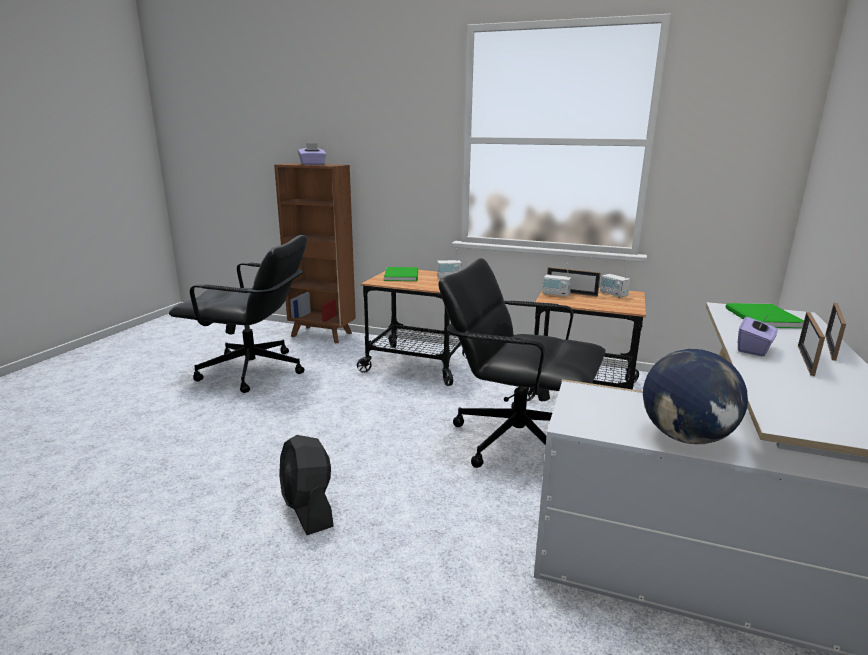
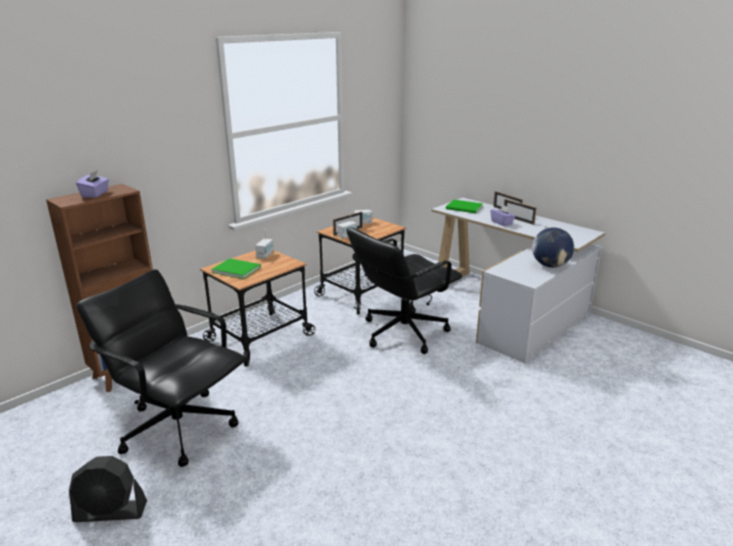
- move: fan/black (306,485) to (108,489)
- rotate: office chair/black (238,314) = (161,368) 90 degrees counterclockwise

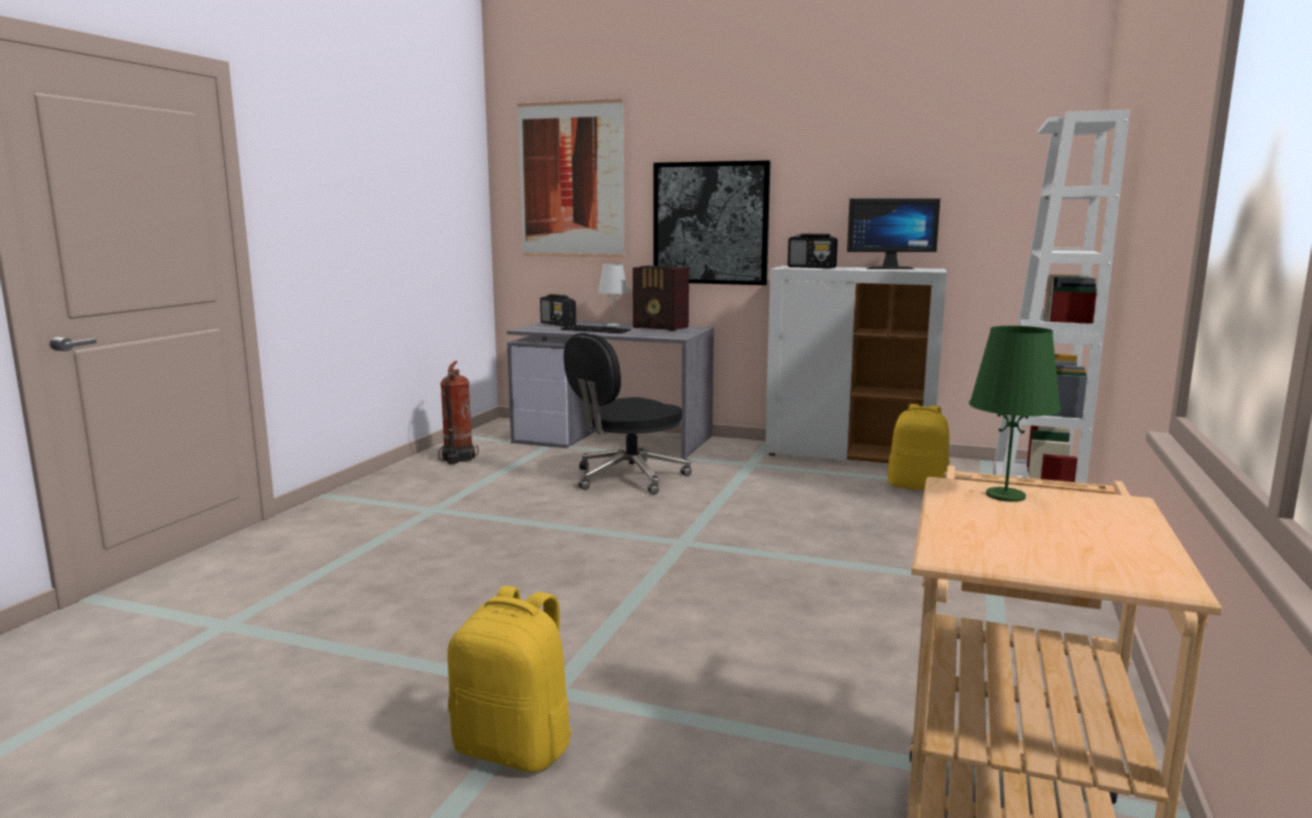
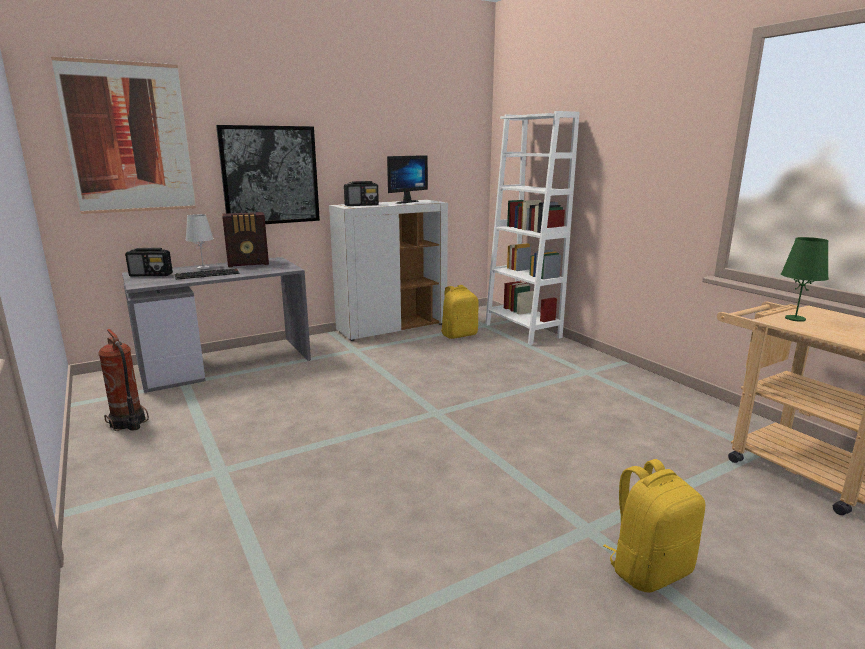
- delete: office chair/black (628,414)

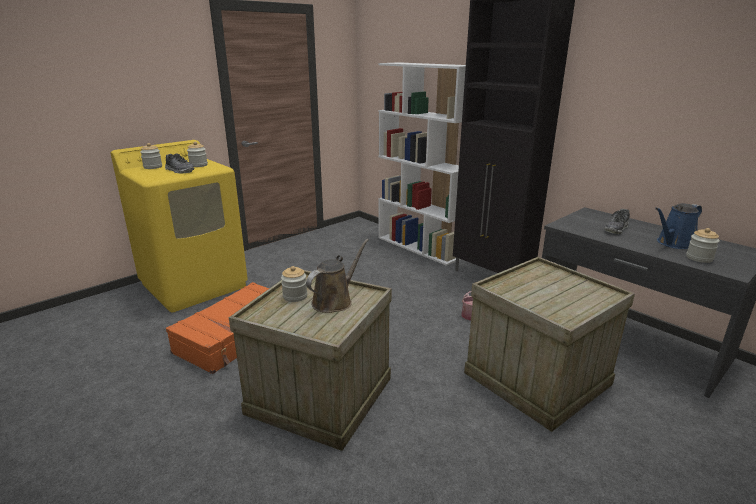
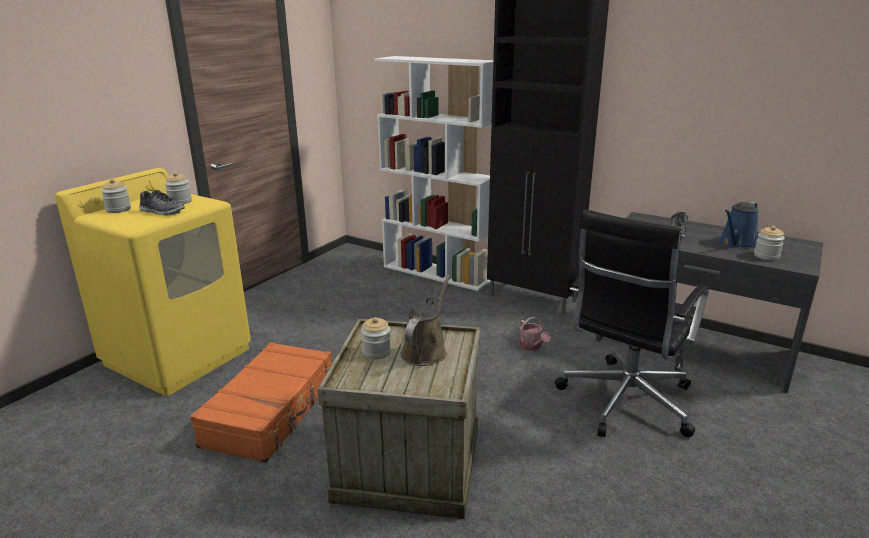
- replace: crate (549,344) to office chair/black (632,323)

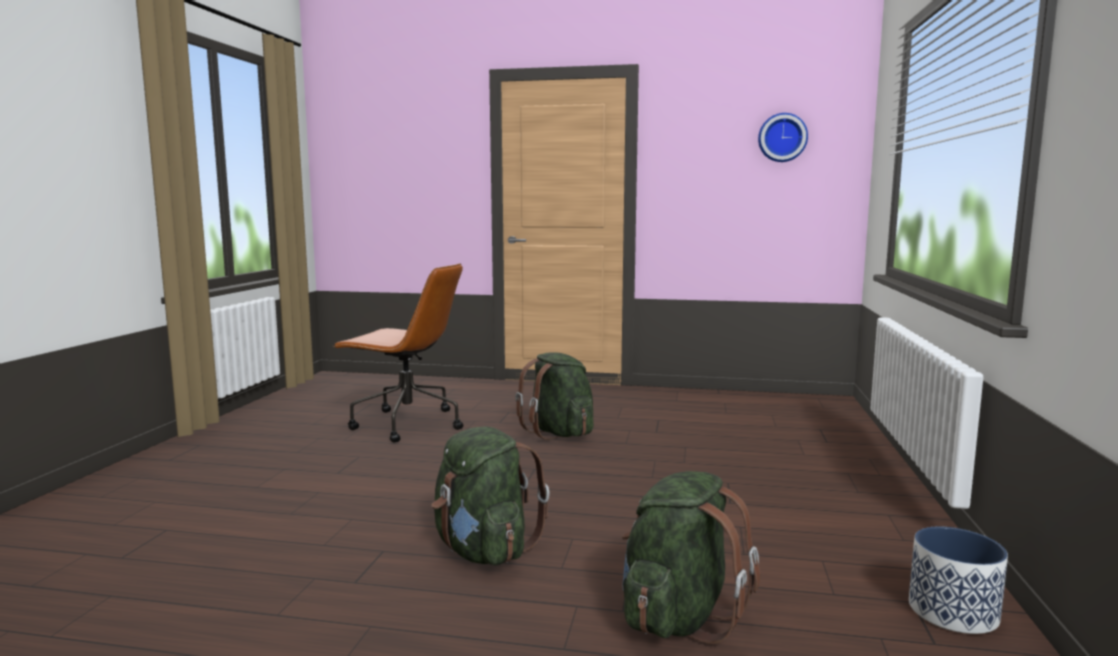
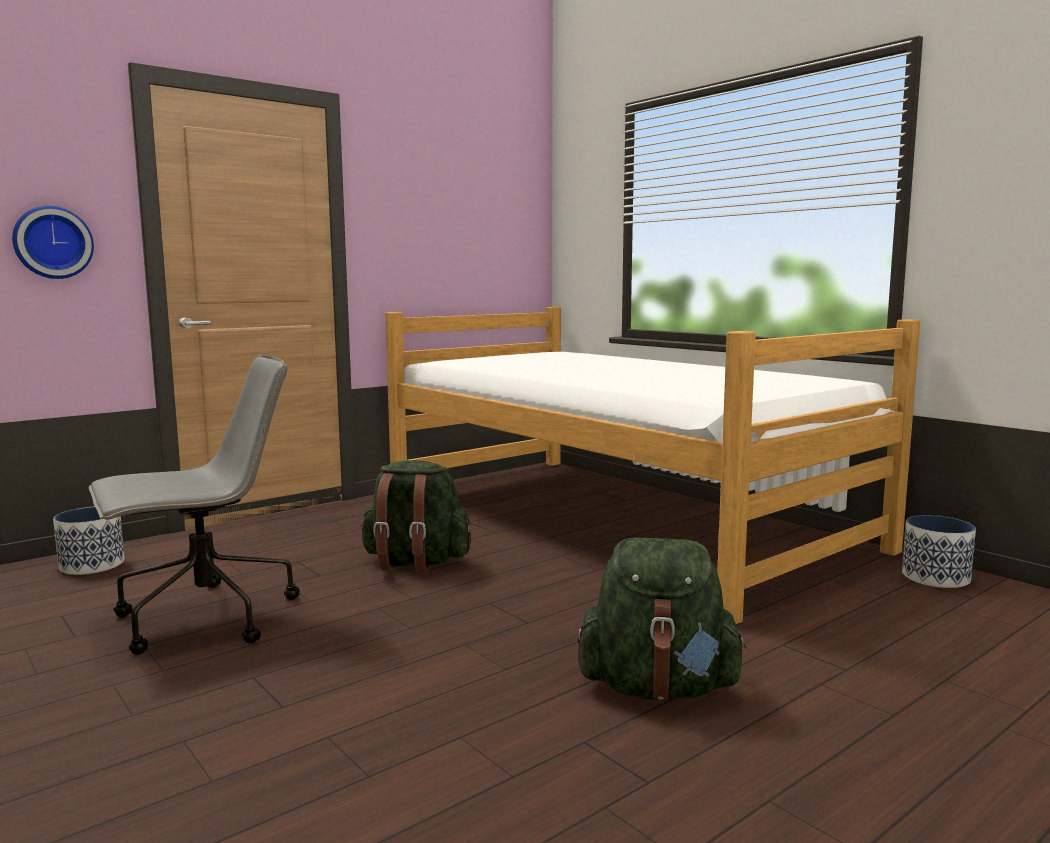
- delete: backpack/green (691,557)
- insert: planter (89,540)
- insert: bed (652,465)
- move: wall clock (783,137) to (53,242)
- recolor: office chair/brown (398,353) to office chair/grey (194,505)

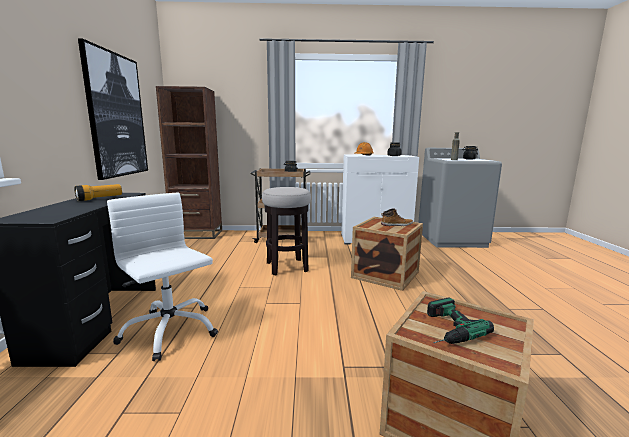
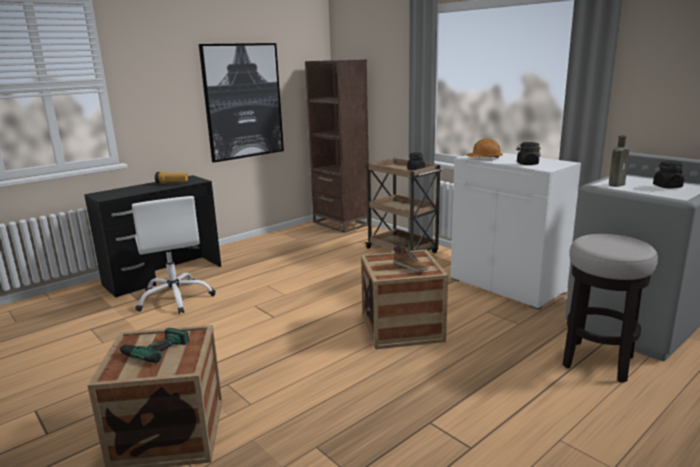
- move: stool (286,231) to (610,308)
- rotate: office chair/white (162,277) = (174,255) 150 degrees clockwise

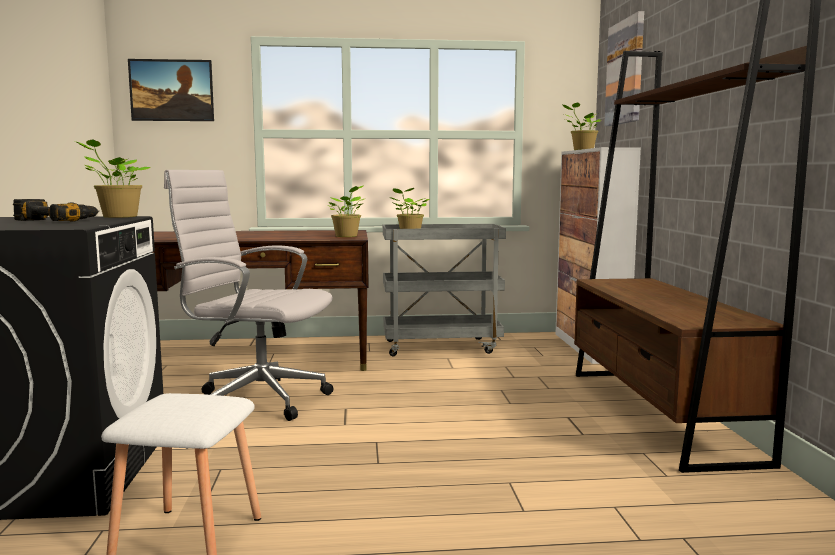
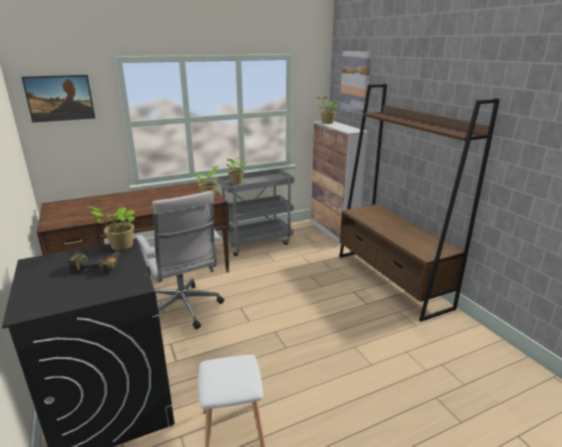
- rotate: office chair/white (248,295) = (179,259) 120 degrees counterclockwise

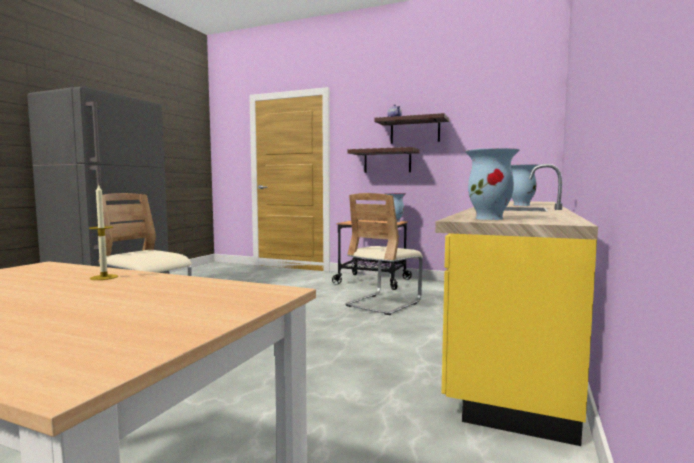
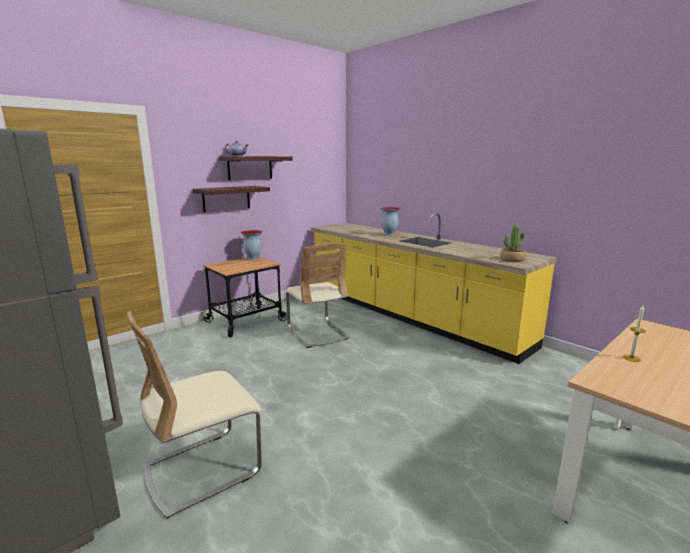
- replace: vase (492,184) to potted plant (513,243)

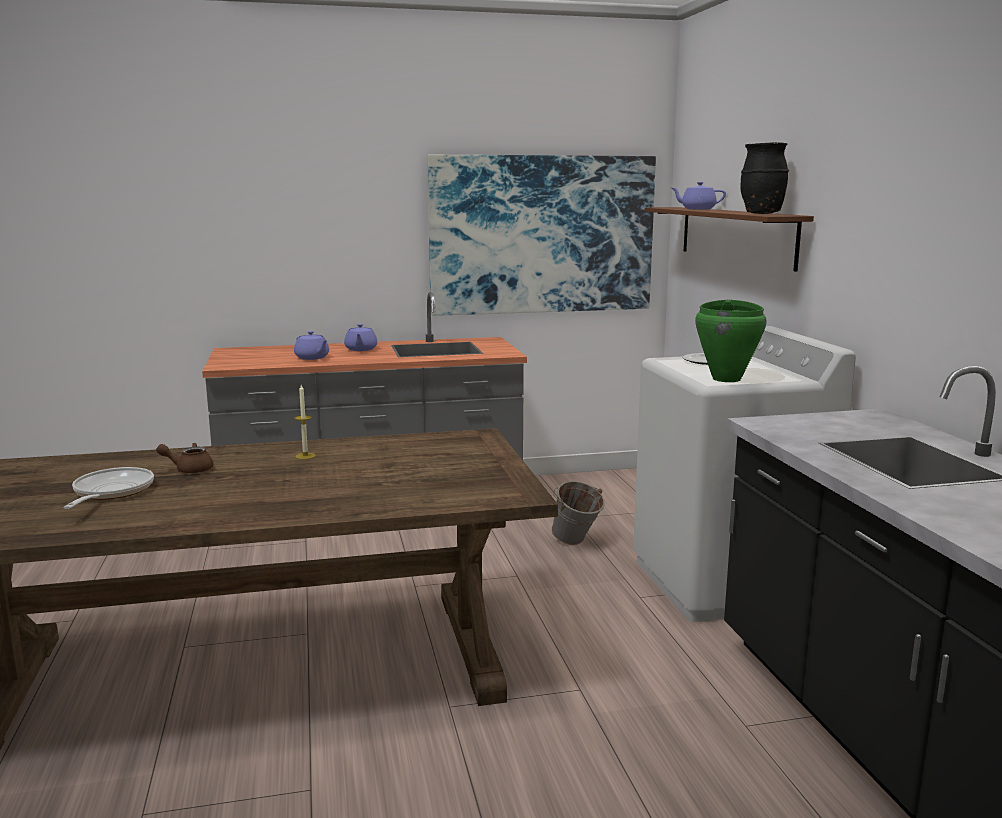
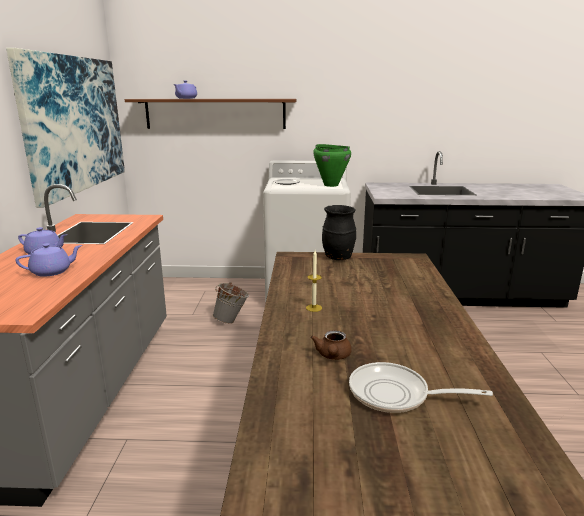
- move: vase/black (764,178) to (339,232)

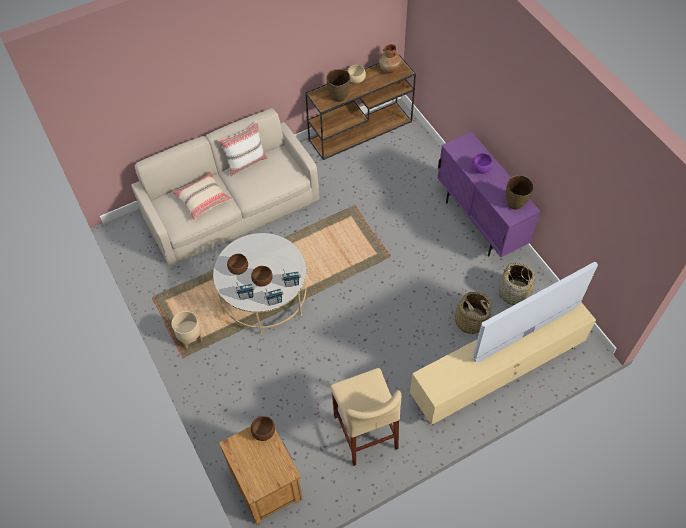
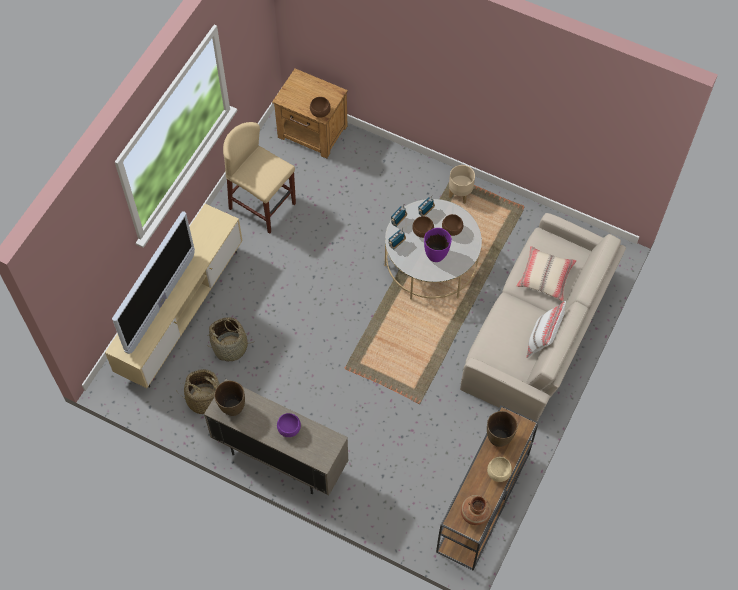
- insert: vase/purple (438,245)
- recolor: cabinet/purple (488,194) to cabinet/beige (276,437)

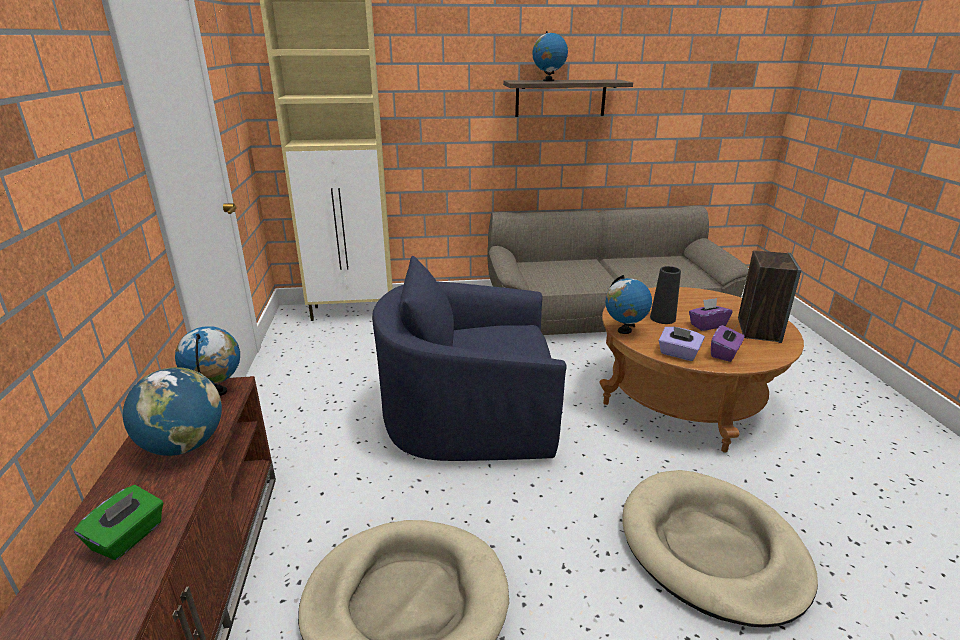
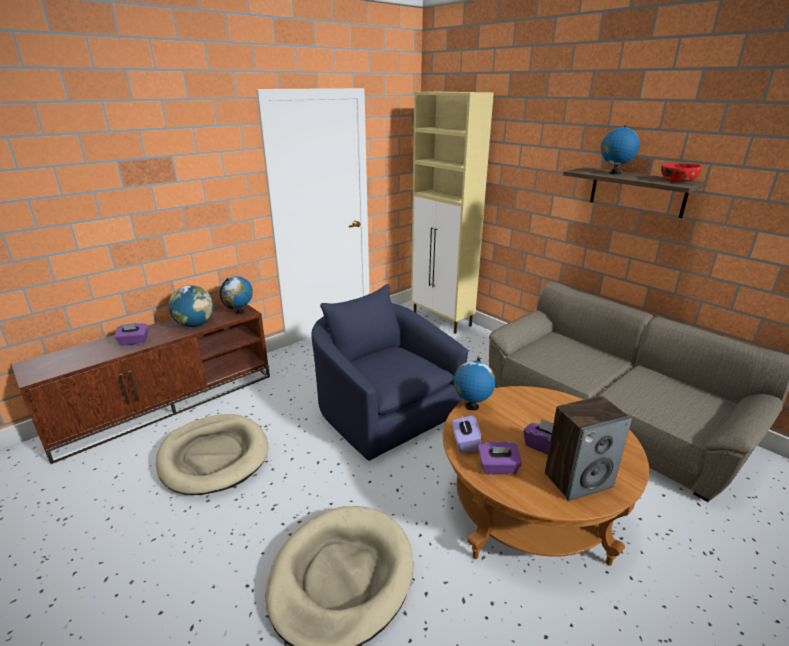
- delete: vase/black (665,295)
- insert: bowl/red (681,172)
- recolor: tissue box/green (118,522) to tissue box/purple (131,334)

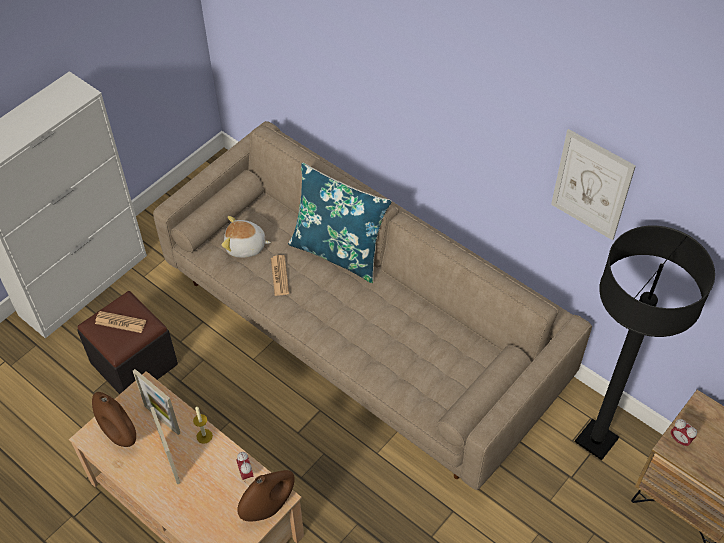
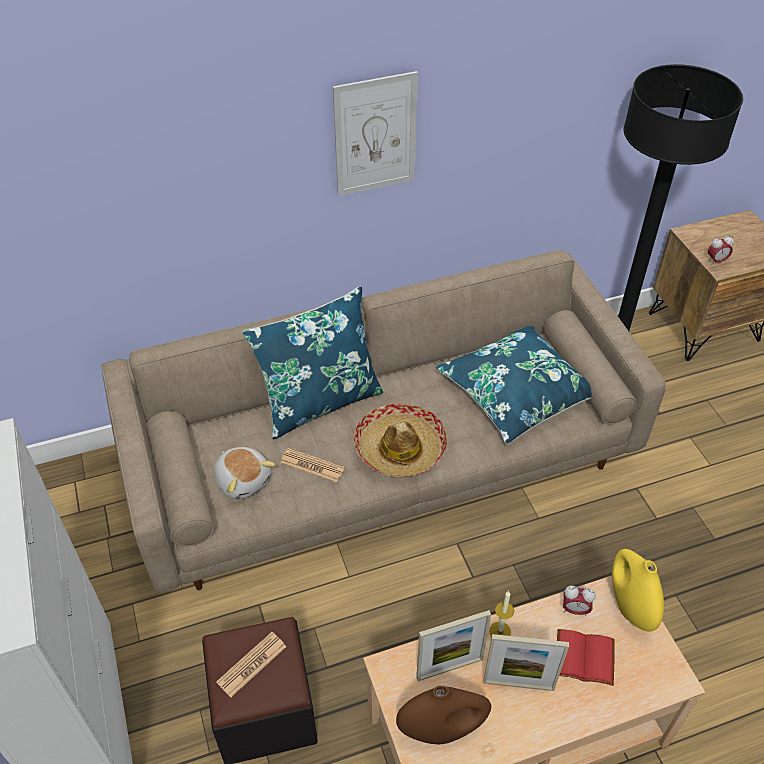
- insert: hat (400,440)
- insert: pillow/blue (514,385)
- insert: book/red (586,657)
- move: picture (593,184) to (375,133)
- recolor: vase/brown (266,495) to vase/yellow (638,590)
- rotate: plush toy (246,237) = (245,473) 75 degrees counterclockwise

